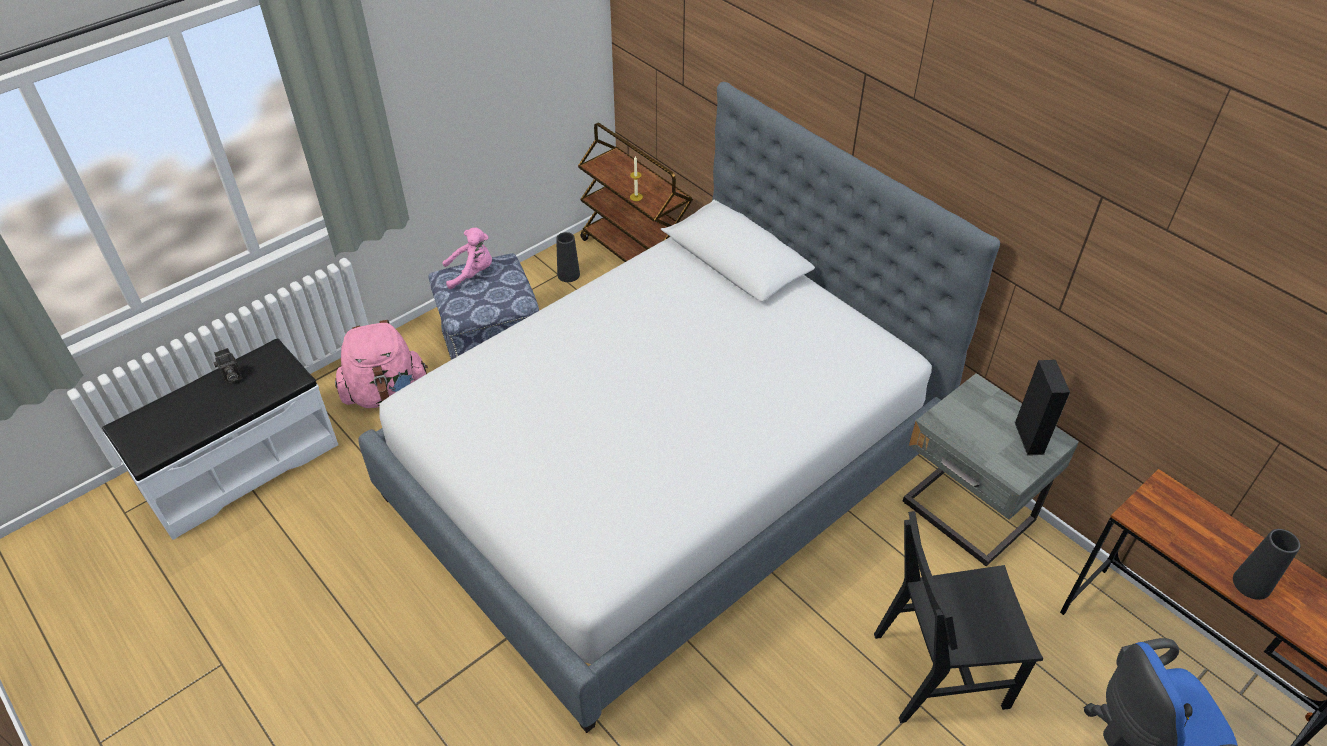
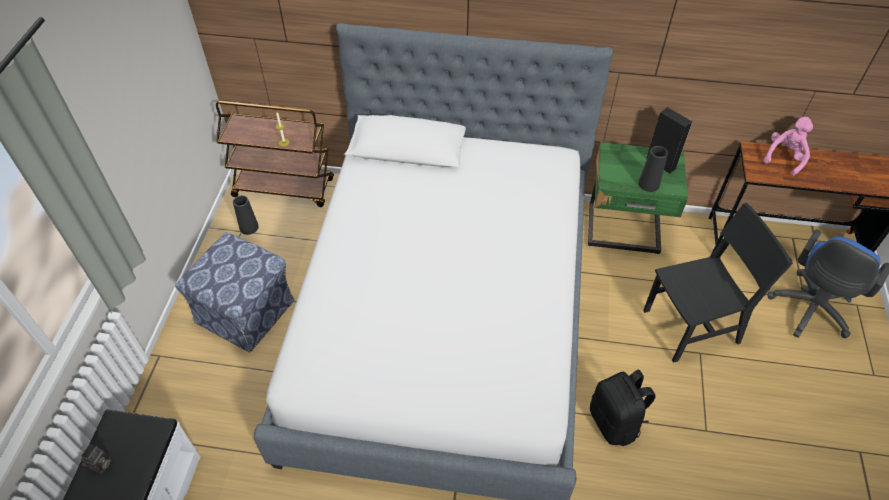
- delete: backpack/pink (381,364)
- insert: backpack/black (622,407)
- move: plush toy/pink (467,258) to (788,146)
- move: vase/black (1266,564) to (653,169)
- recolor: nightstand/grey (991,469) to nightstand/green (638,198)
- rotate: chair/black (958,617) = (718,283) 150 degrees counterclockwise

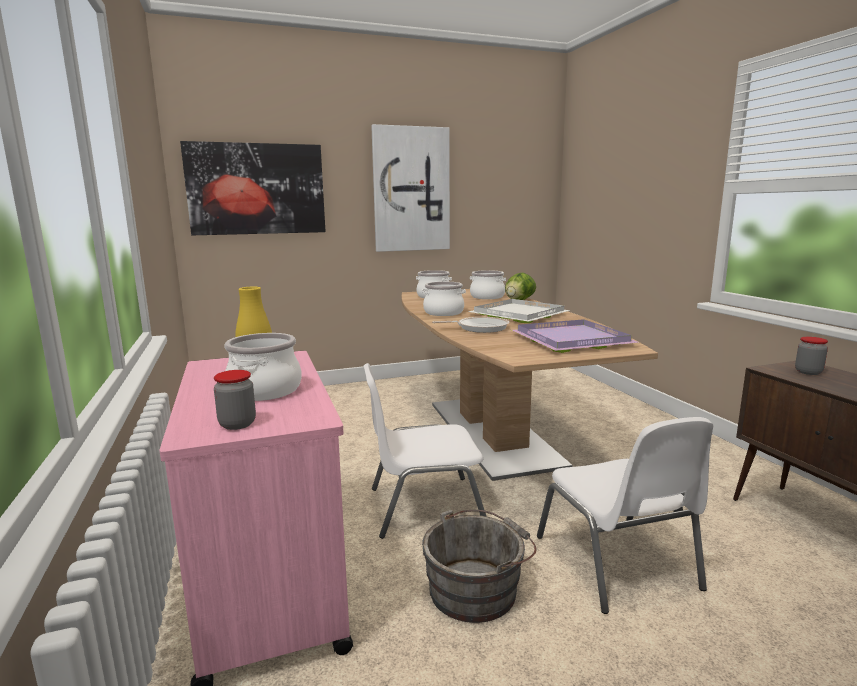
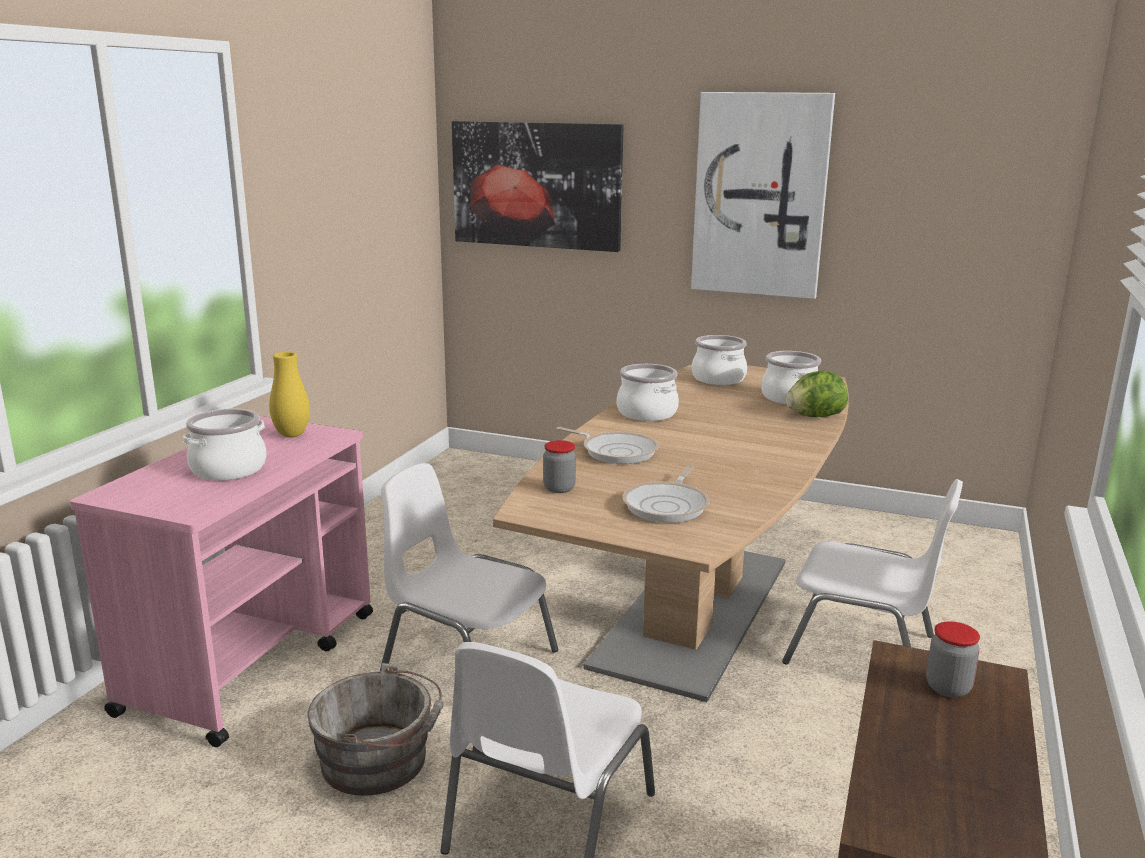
- delete: tray/white (519,311)
- insert: chair/white (872,572)
- move: jar (235,400) to (559,466)
- replace: tray/purple (575,336) to frying pan (666,494)

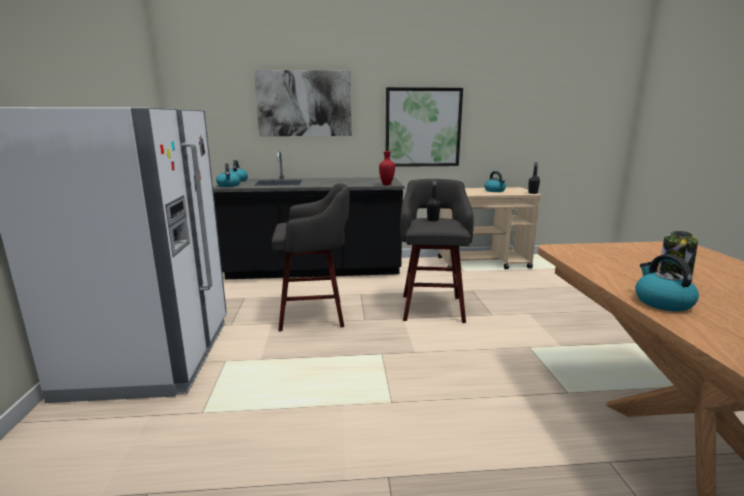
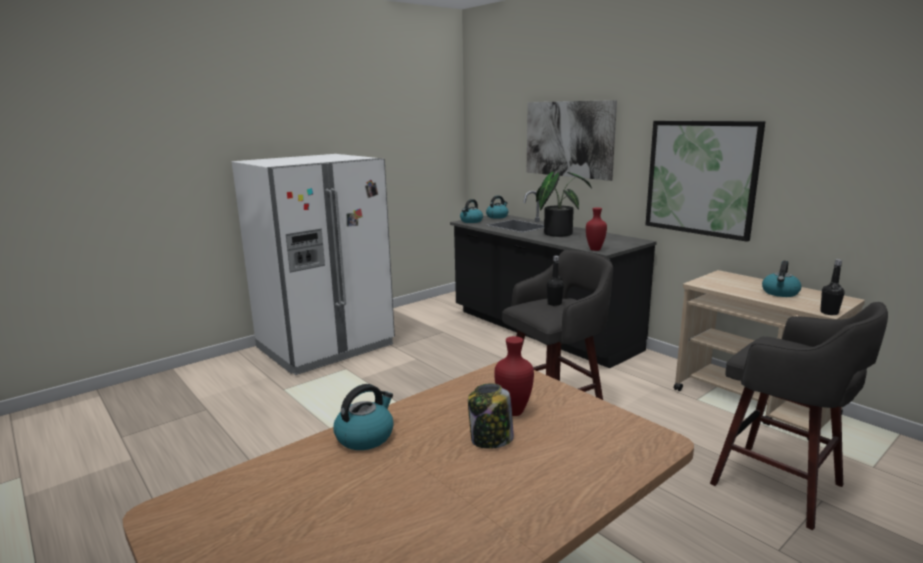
- insert: vase/red (514,376)
- insert: potted plant (564,204)
- move: stool/grey (310,257) to (799,416)

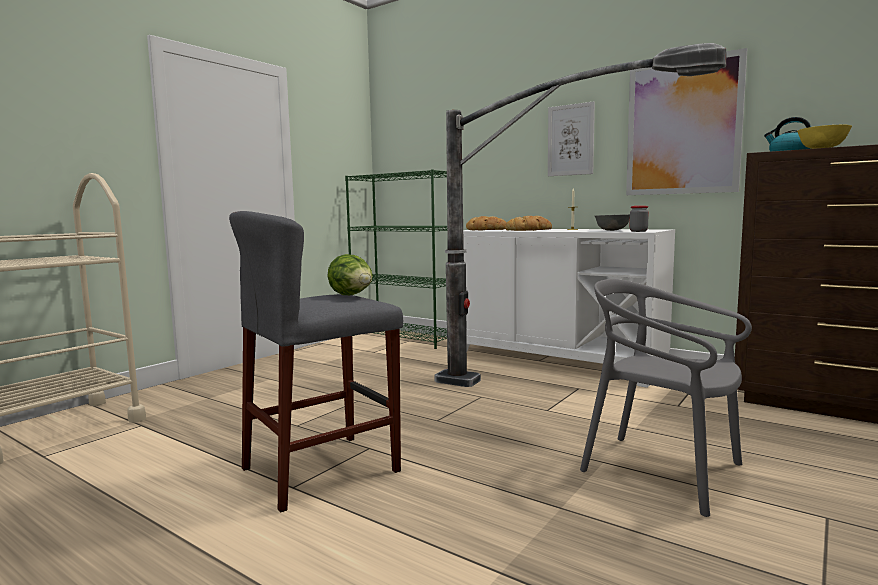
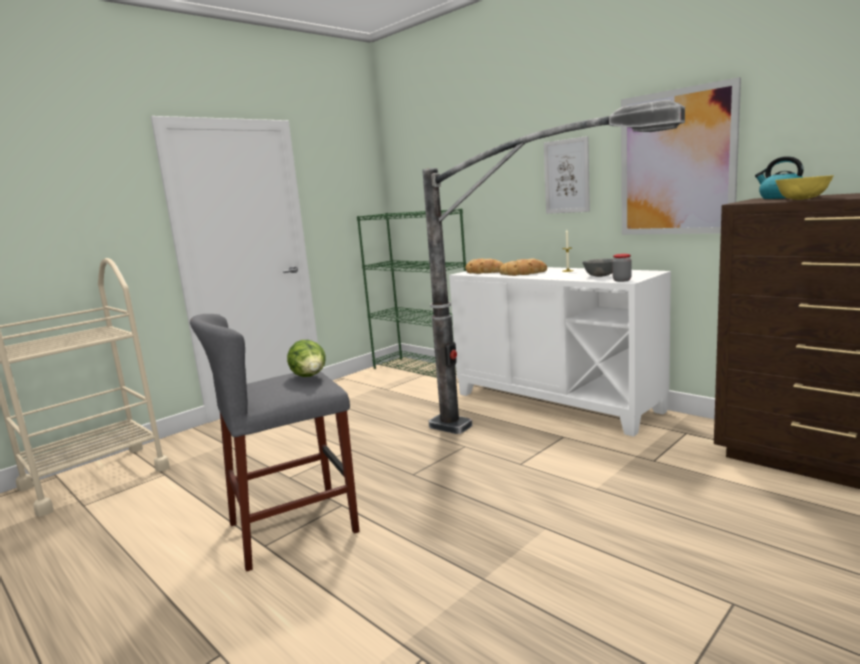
- delete: chair/grey (666,398)

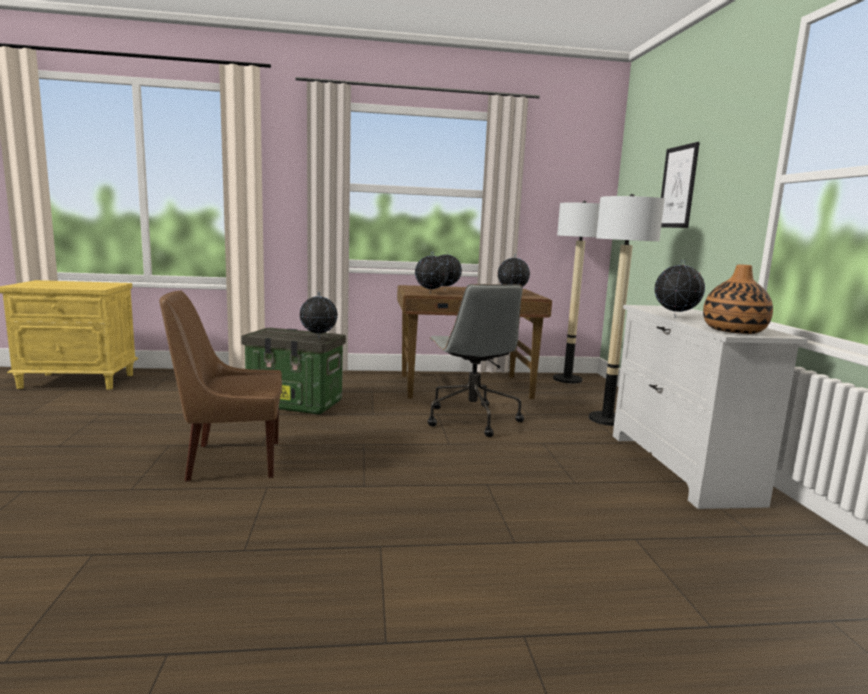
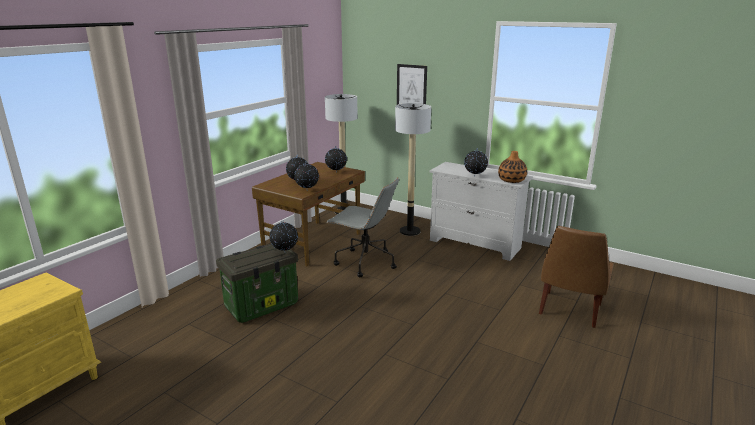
- move: chair/brown (220,386) to (576,277)

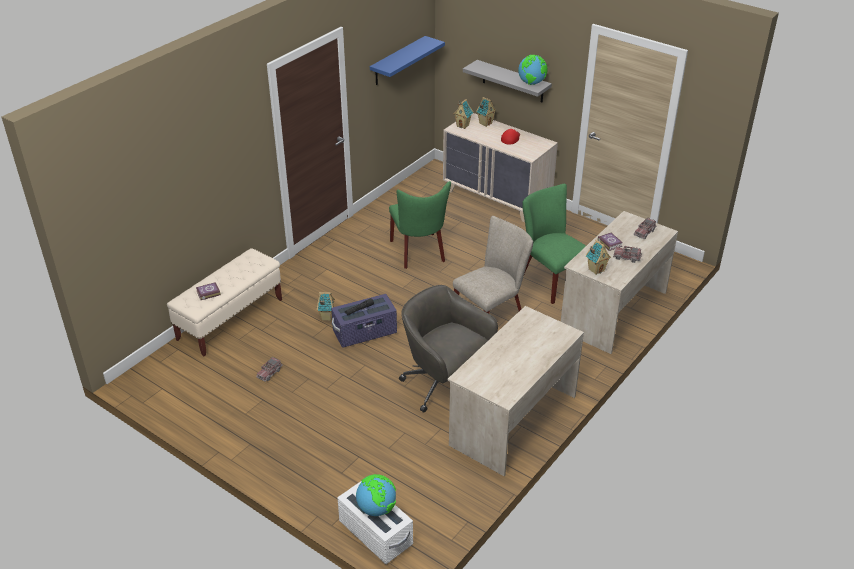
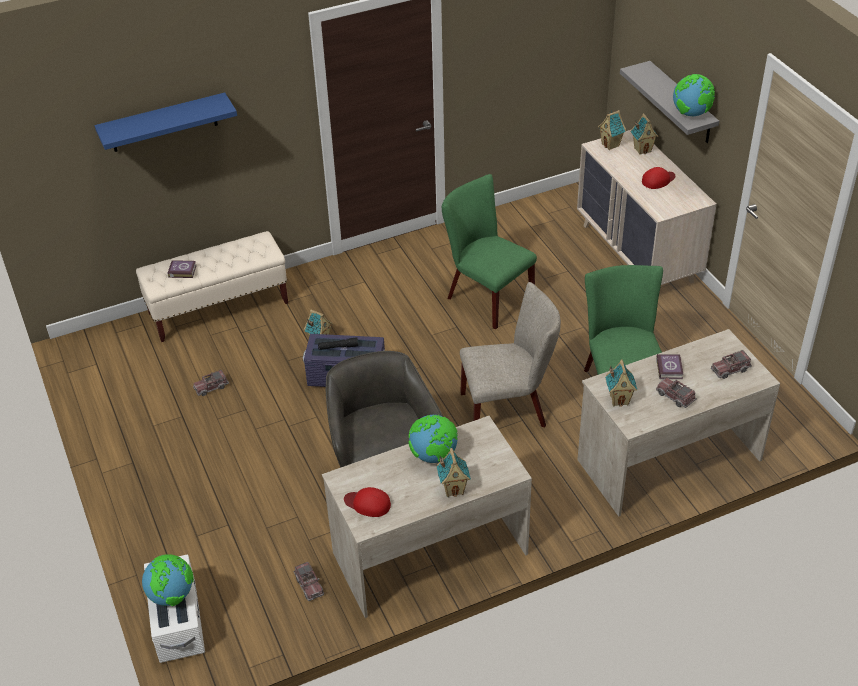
- insert: toy truck (309,581)
- insert: cap/red (367,502)
- insert: globe (433,439)
- insert: toy house (454,472)
- move: shelf/blue (407,60) to (166,122)
- rotate: chair/green (420,225) = (489,251) 120 degrees clockwise

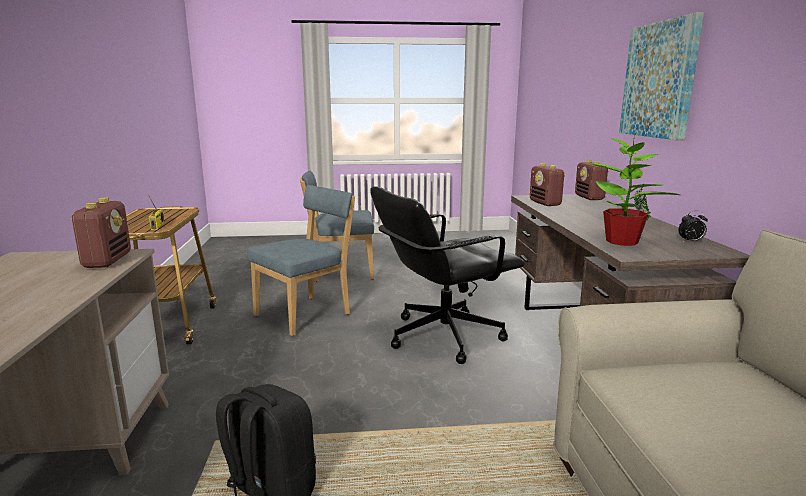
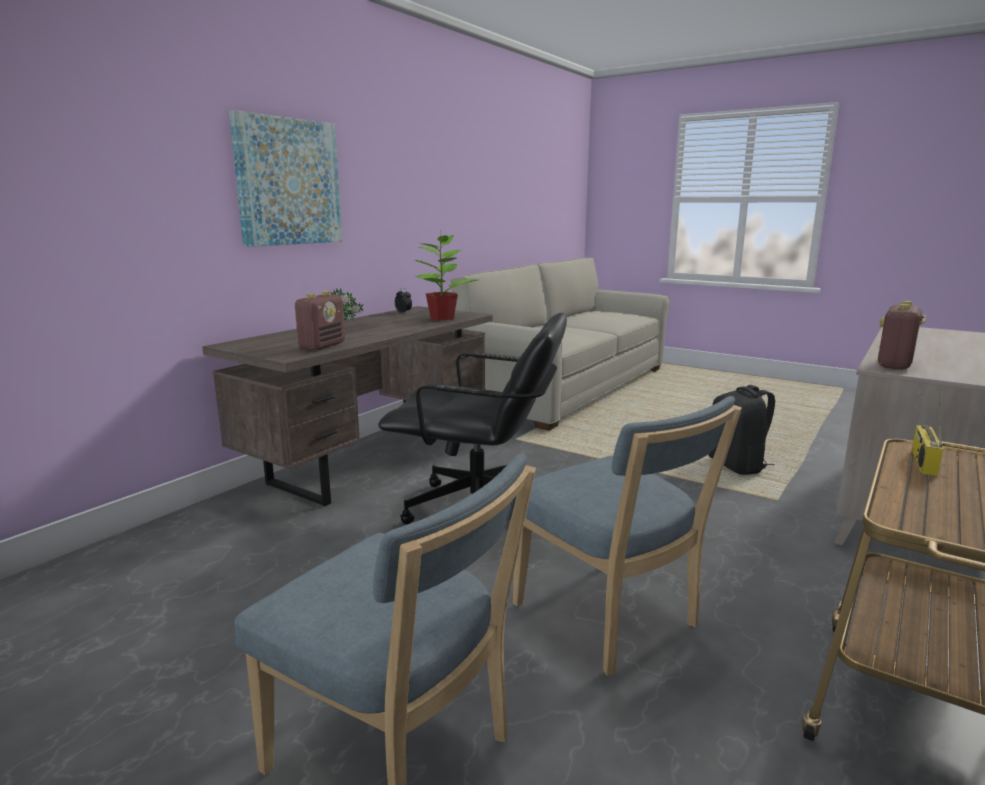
- delete: radio (592,180)
- rotate: chair/blue (301,260) = (627,536) 120 degrees counterclockwise

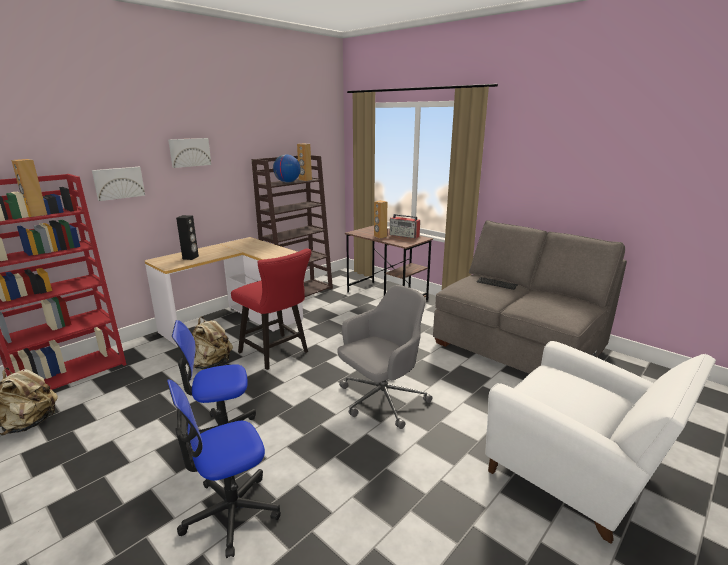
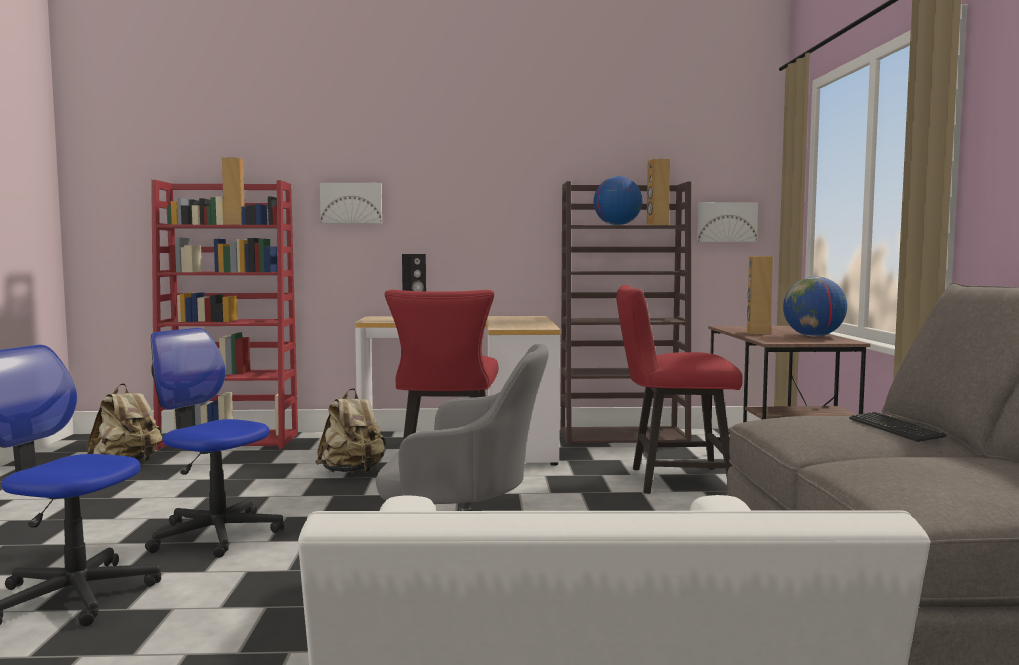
- insert: chair/red (679,389)
- move: picture (189,153) to (727,222)
- replace: radio (405,226) to globe (815,307)

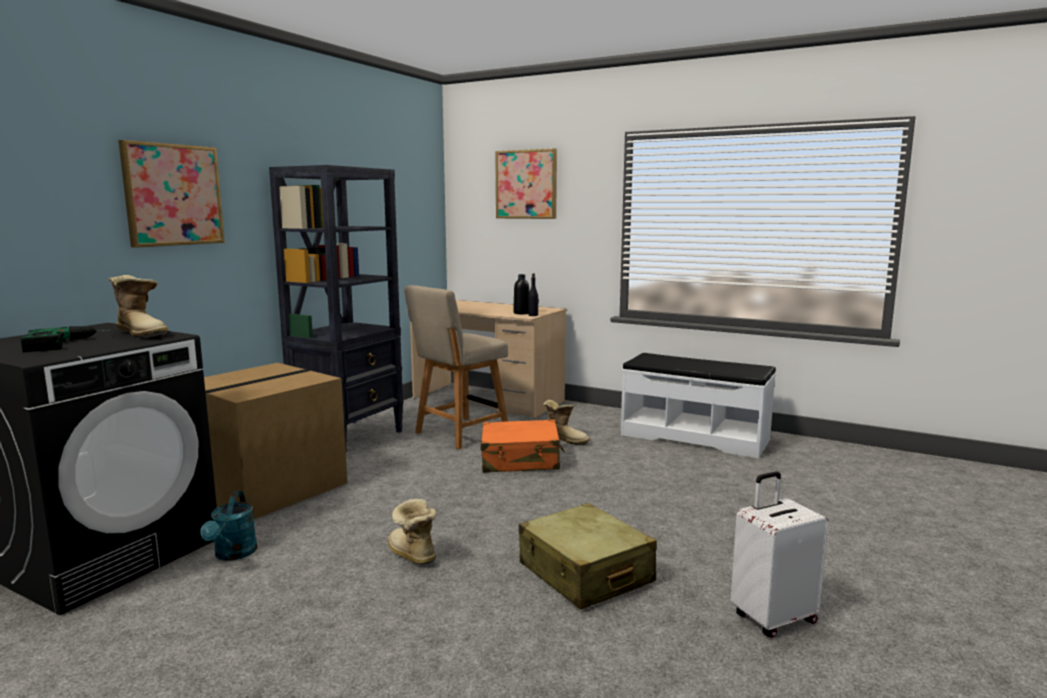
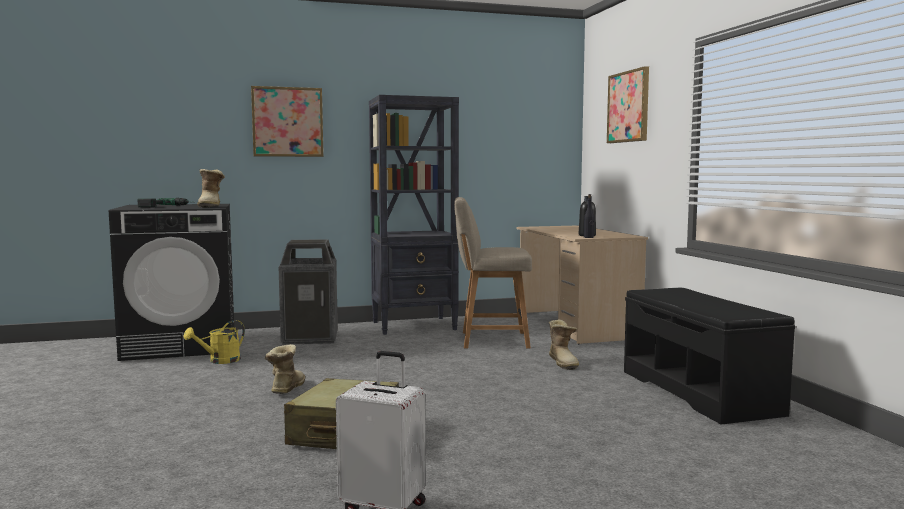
- delete: suitcase/orange (522,446)
- replace: cardboard box (275,441) to trash can (308,292)
- recolor: watering can/turquoise (229,526) to watering can/yellow (214,342)
- recolor: bench/white (698,406) to bench/black (709,356)

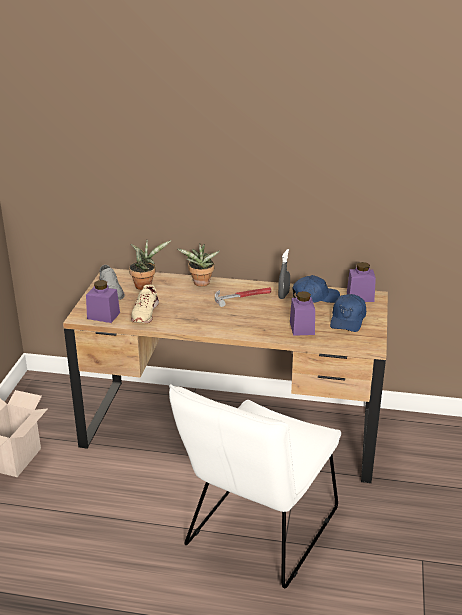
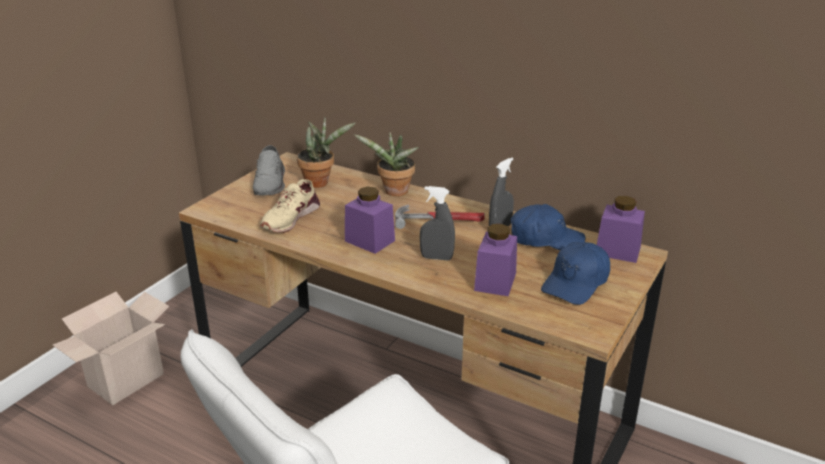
- insert: spray bottle/grey (437,223)
- move: jar/purple (103,301) to (370,220)

